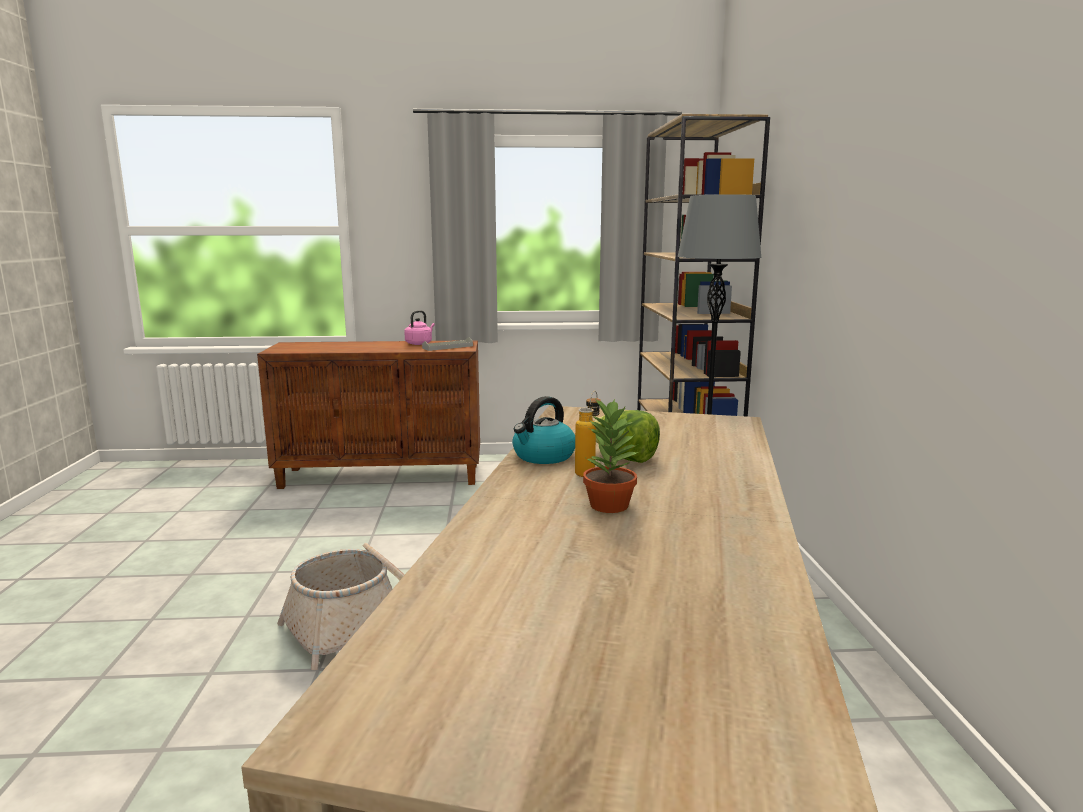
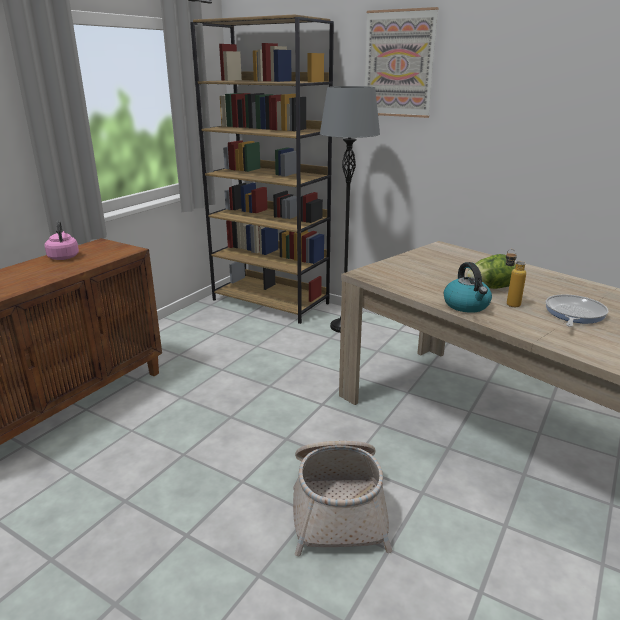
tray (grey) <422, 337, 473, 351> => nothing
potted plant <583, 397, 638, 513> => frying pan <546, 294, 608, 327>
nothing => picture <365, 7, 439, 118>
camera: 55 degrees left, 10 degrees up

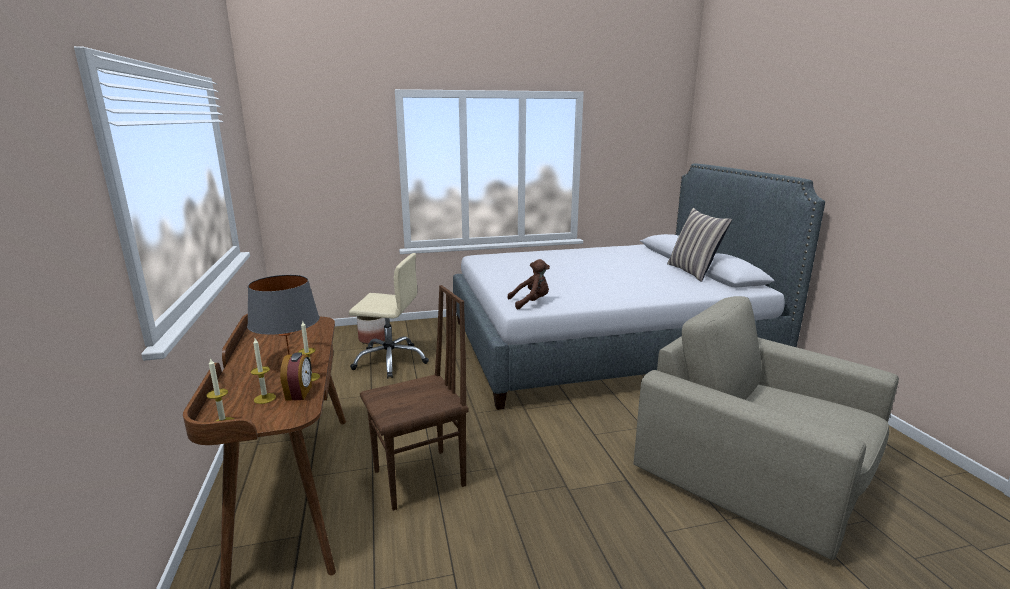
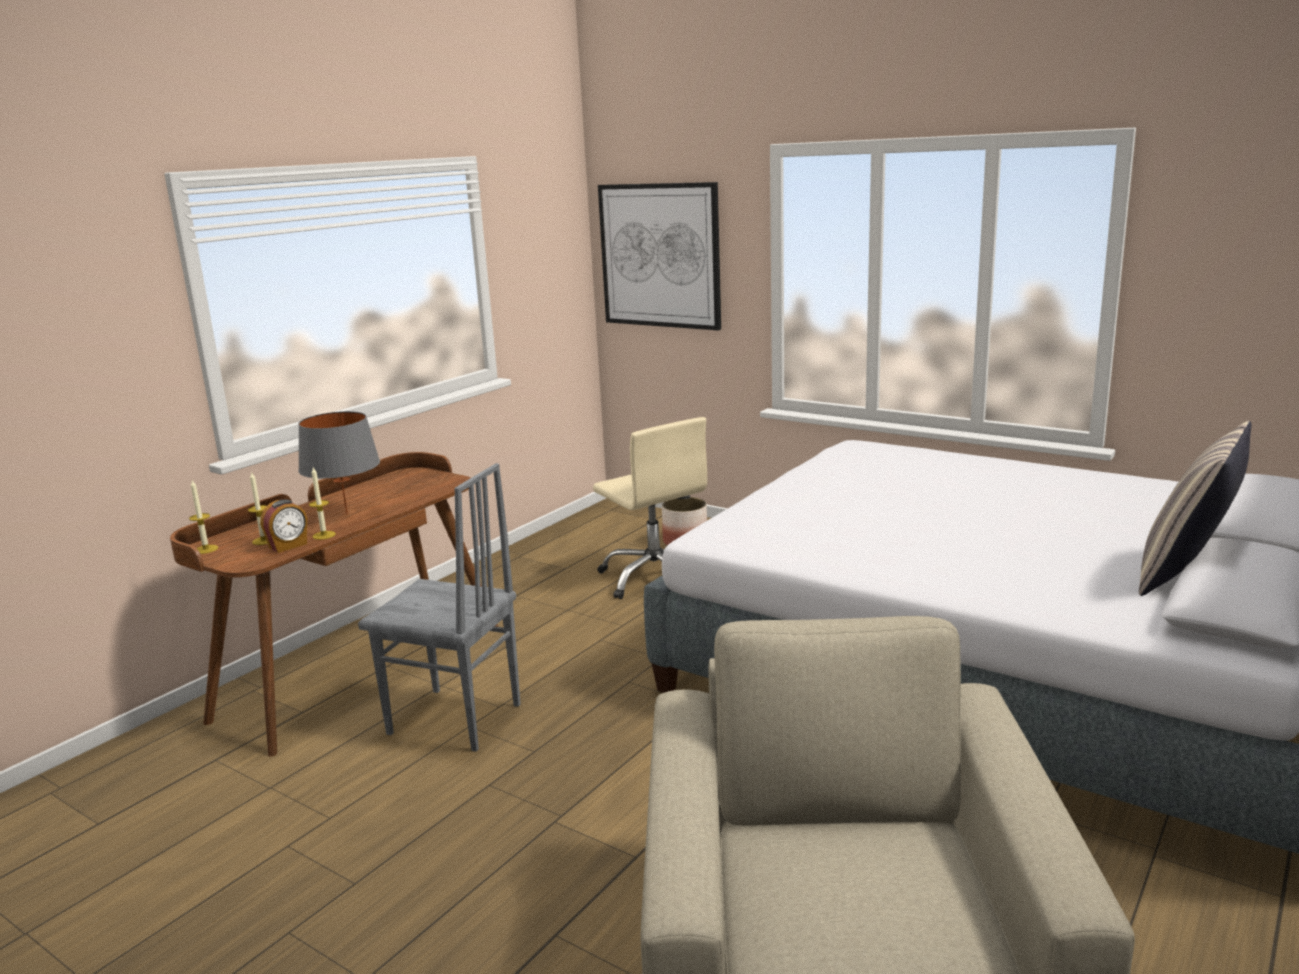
chair (brown) <360, 285, 469, 511> => chair (grey) <358, 463, 521, 752>
plush toy (brown) <507, 259, 550, 310> => nothing
nothing => picture <598, 182, 721, 330>
camera: 50 degrees right, 0 degrees up

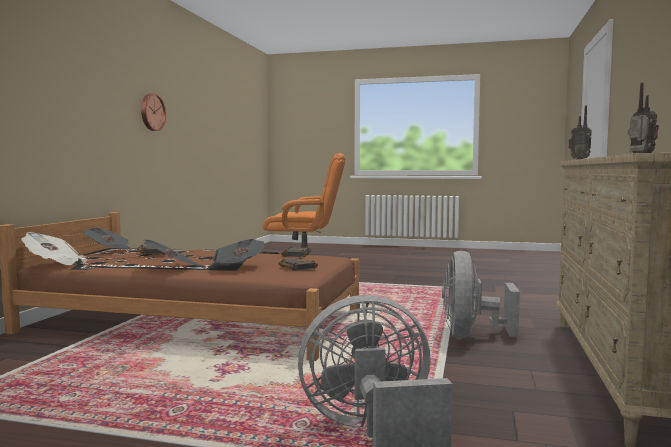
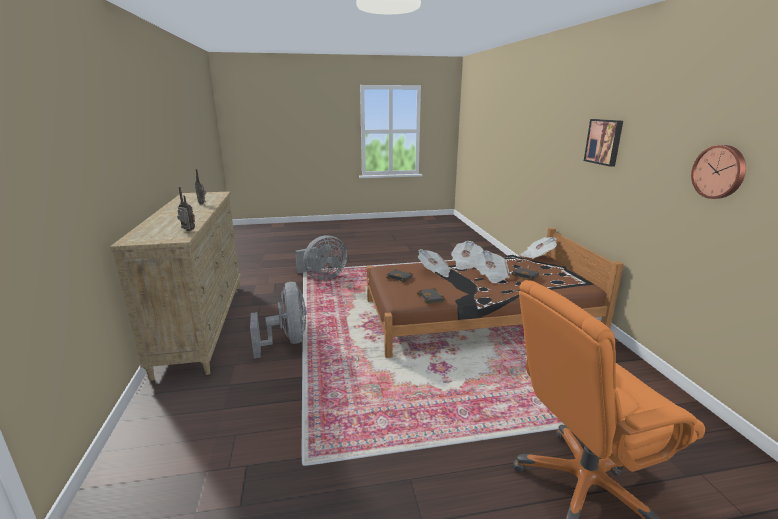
newspaper <82, 228, 131, 249> => newspaper <475, 251, 510, 283>, moved
nothing => picture <584, 119, 623, 167>
camera: 155 degrees right, 15 degrees up

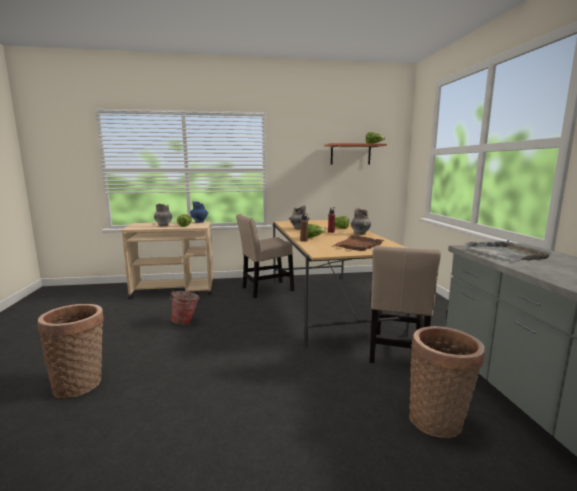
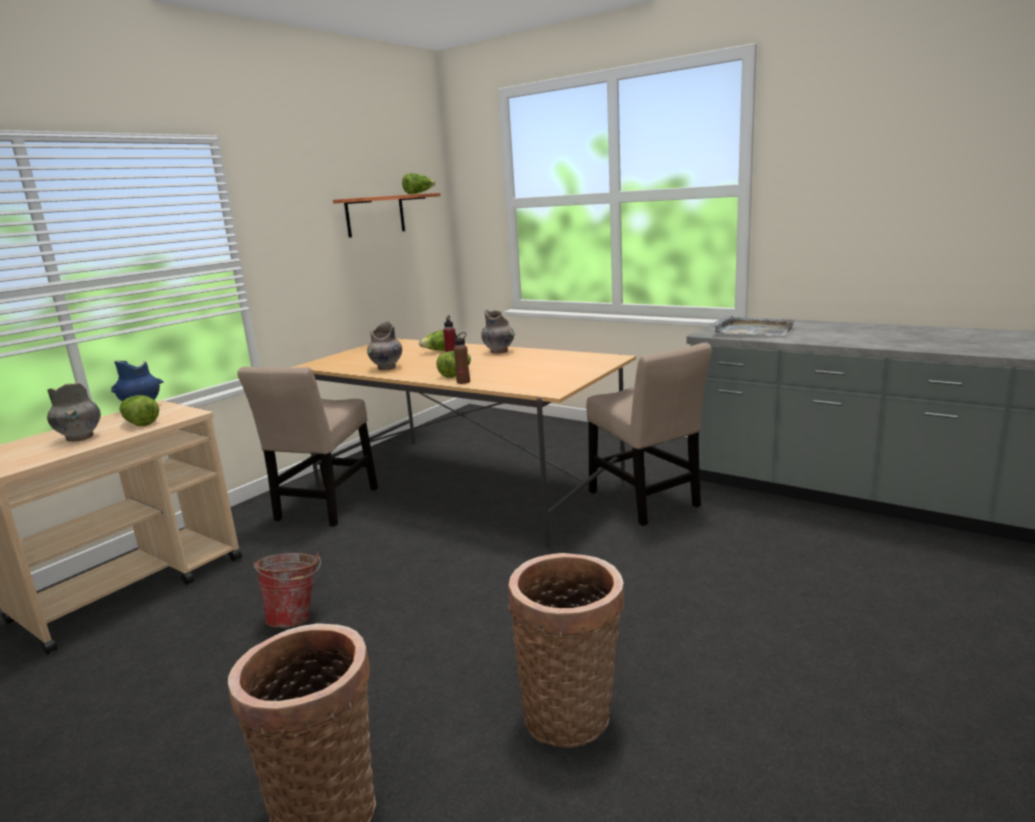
tray (brown) <333, 235, 384, 251> => nothing
basket <409, 326, 485, 438> => basket <508, 553, 624, 748>, moved
camera: 45 degrees left, 5 degrees up

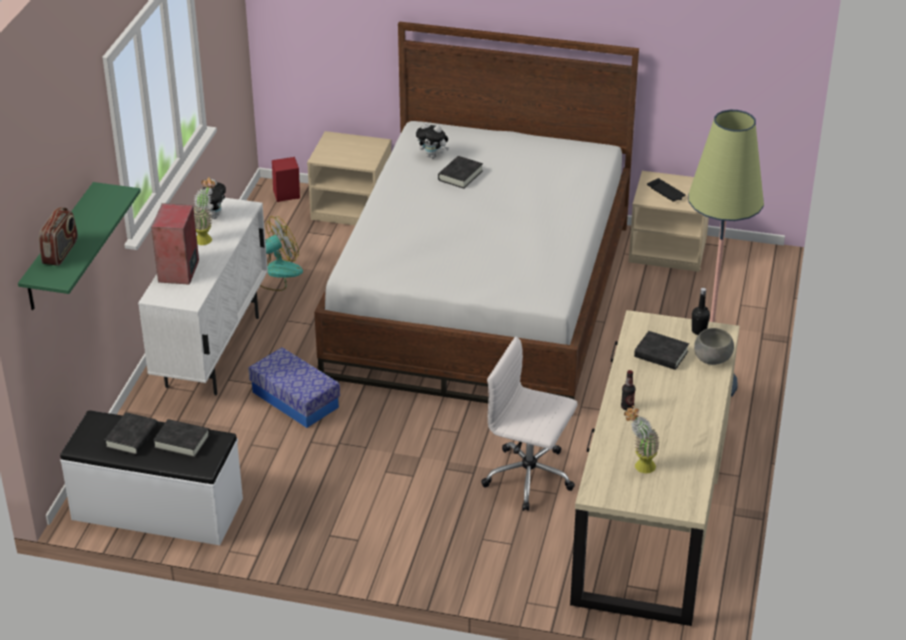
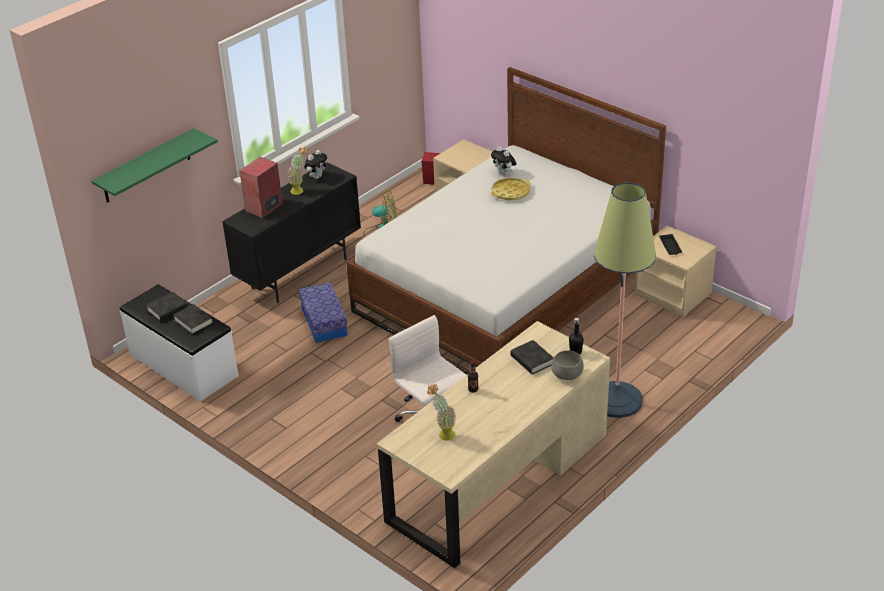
radio <39, 207, 78, 266> => nothing
cabinet (white) <138, 198, 268, 396> => cabinet (black) <222, 162, 361, 303>
book (black) <438, 156, 483, 189> => tray (yellow) <491, 178, 531, 200>
camera: 30 degrees right, 0 degrees up

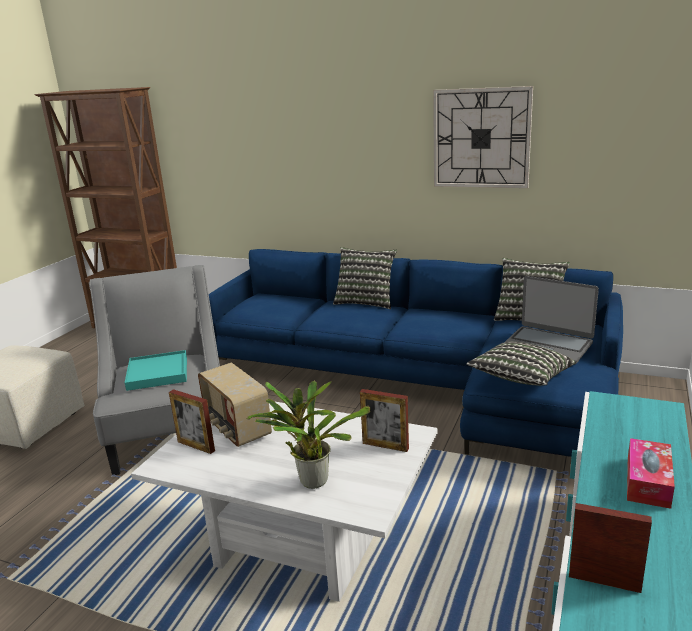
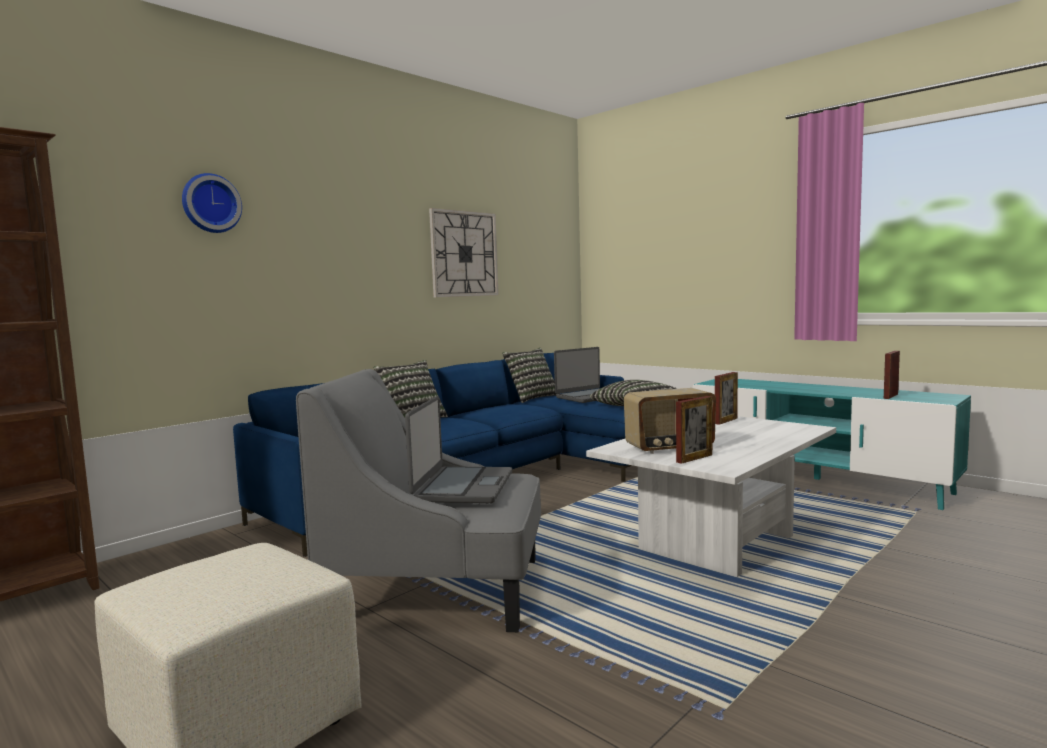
tray (turquoise) <125, 350, 187, 391> => laptop <405, 396, 512, 503>
potted plant <247, 381, 370, 489> => nothing
tissue box <627, 438, 675, 509> => nothing
nothing => wall clock <182, 173, 242, 233>
camera: 70 degrees left, 15 degrees down

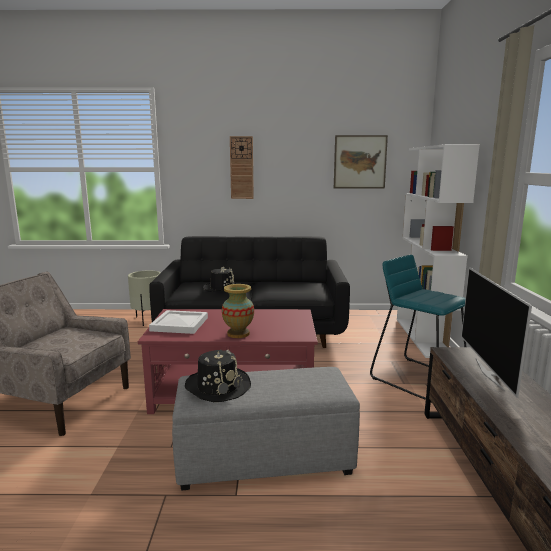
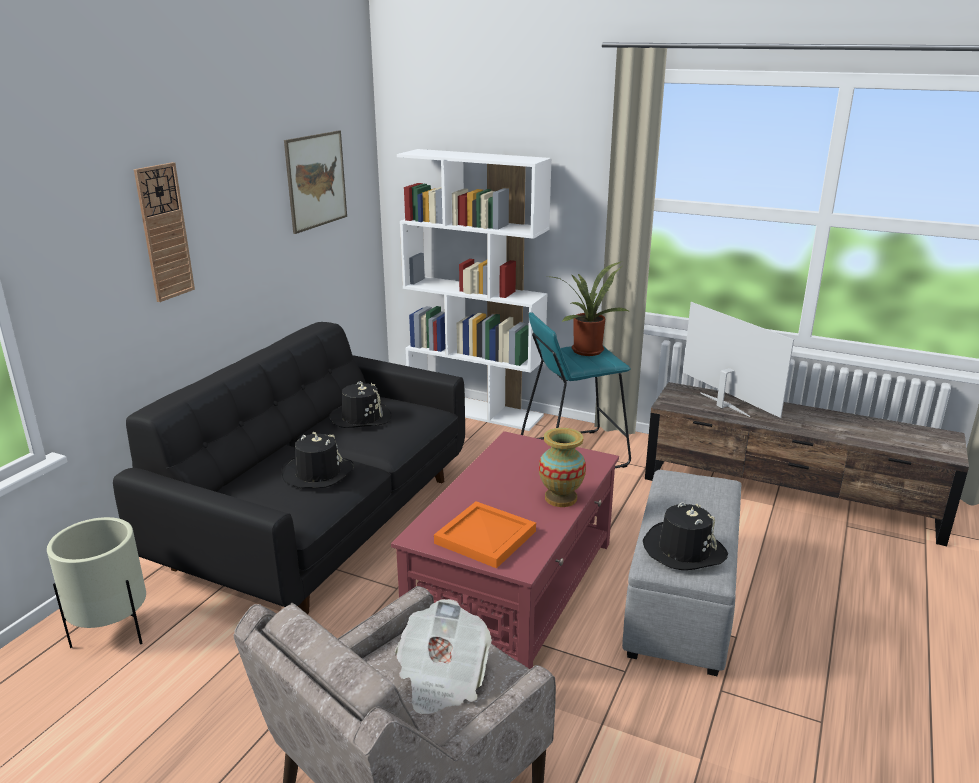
tray (white) <149, 310, 208, 334> => tray (orange) <434, 501, 536, 569>
television <461, 267, 532, 398> => television <683, 302, 794, 418>, 150 degrees counterclockwise
nothing => hat (black) <329, 381, 392, 428>
nothing => newspaper <395, 599, 492, 714>
nothing => potted plant <552, 262, 630, 356>
camera: 65 degrees left, 10 degrees up

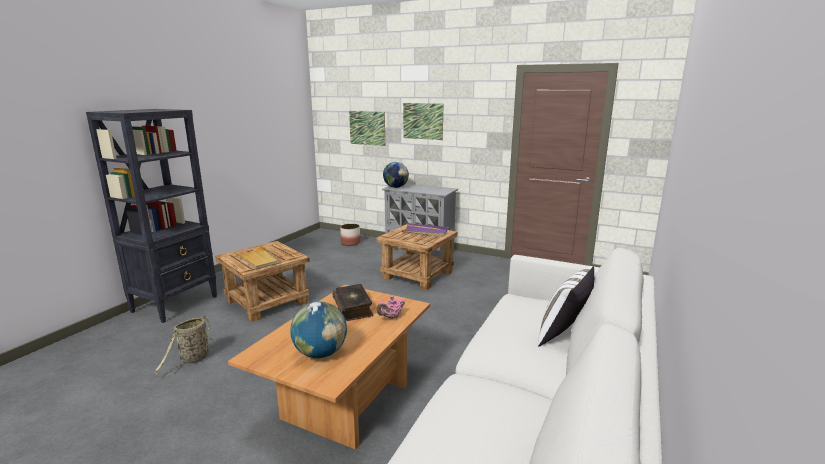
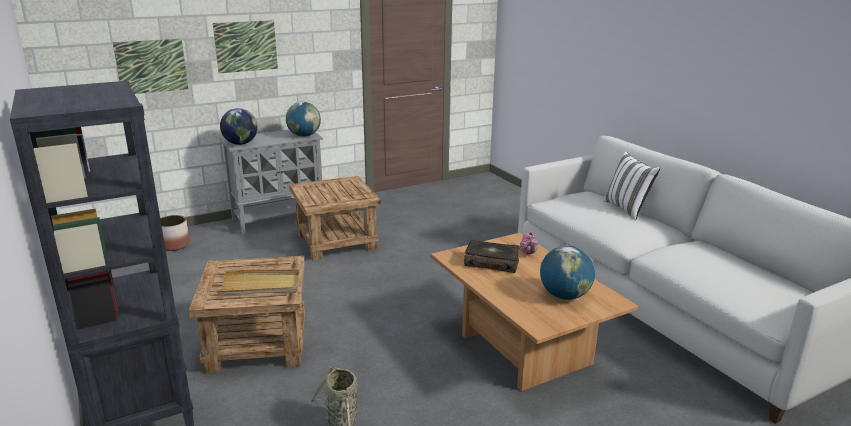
tray (purple) <402, 223, 448, 237> => nothing
nothing => globe <286, 102, 321, 137>
camera: 55 degrees left, 5 degrees up

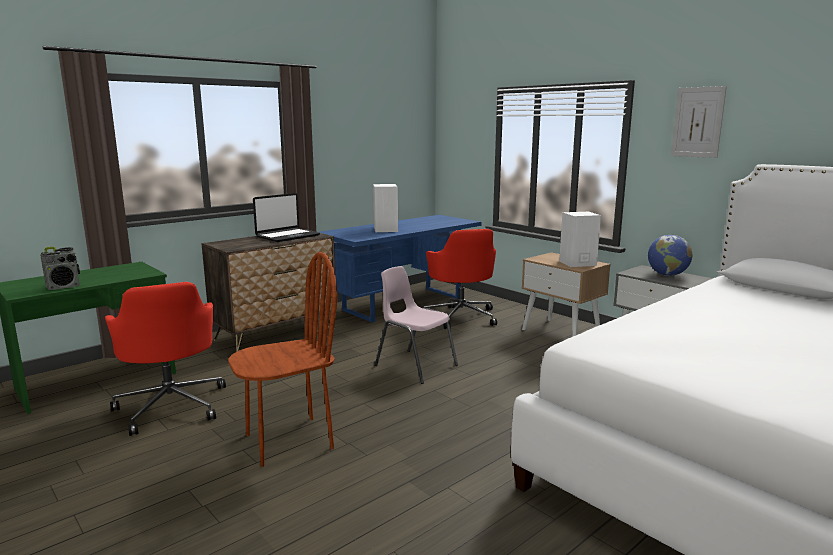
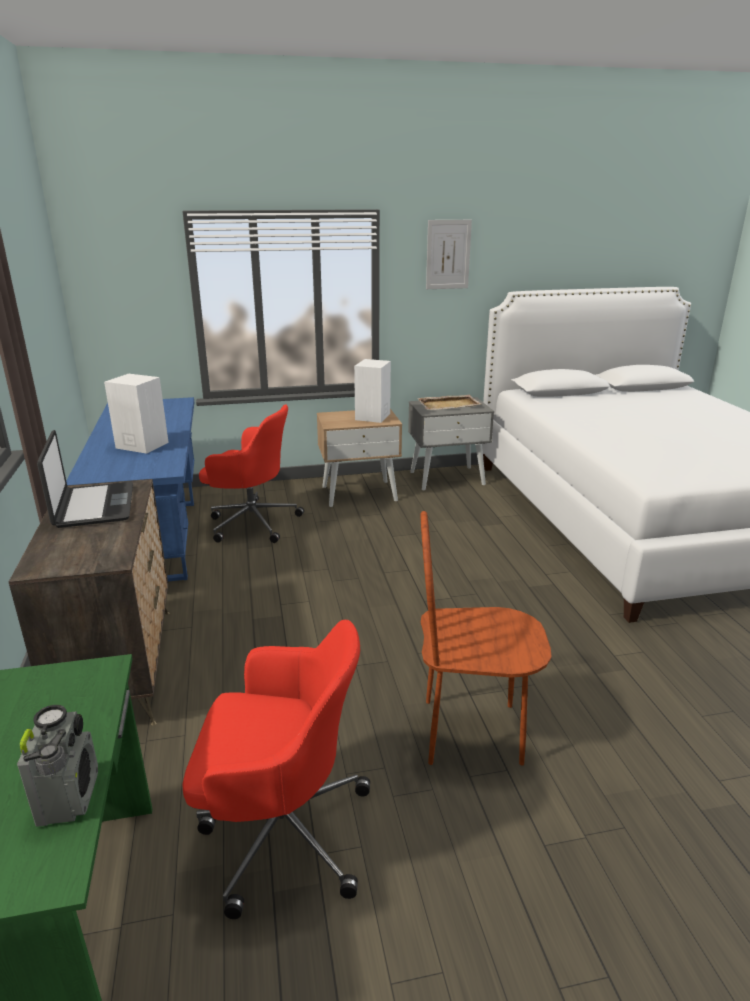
chair (brown) <228, 252, 337, 467> => chair (brown) <420, 511, 552, 765>, 90 degrees counterclockwise
chair (pink) <375, 266, 458, 384> => nothing
globe <648, 235, 692, 276> => tray (beige) <417, 395, 481, 410>
camera: 60 degrees left, 10 degrees up

